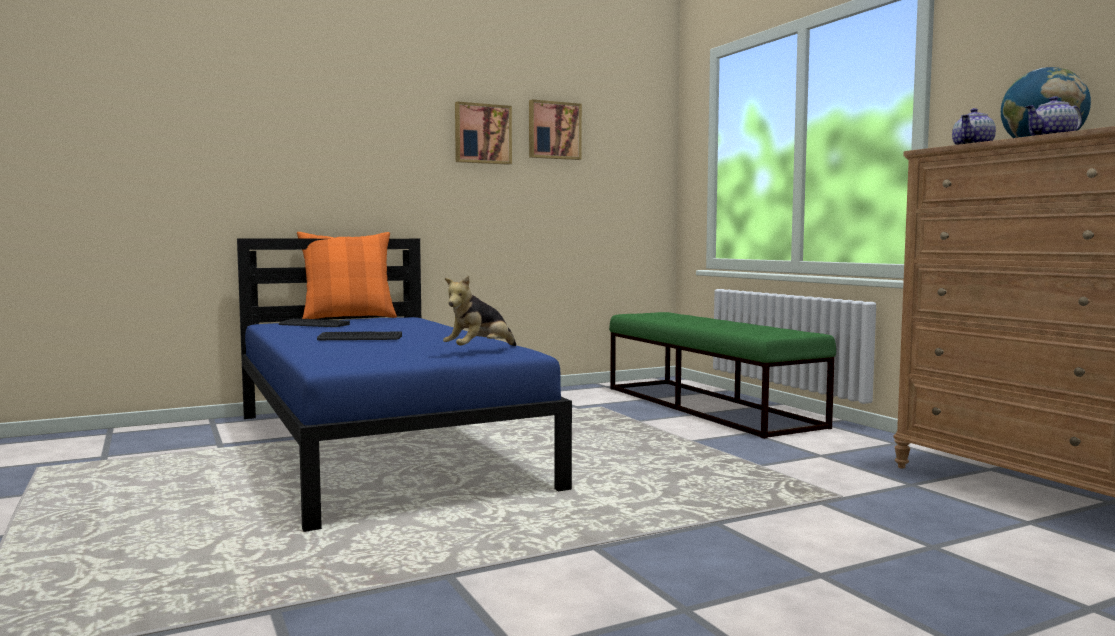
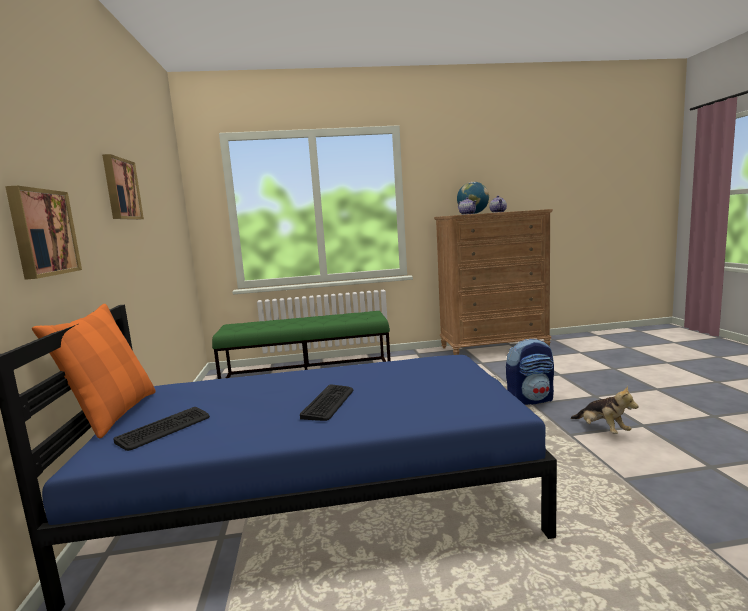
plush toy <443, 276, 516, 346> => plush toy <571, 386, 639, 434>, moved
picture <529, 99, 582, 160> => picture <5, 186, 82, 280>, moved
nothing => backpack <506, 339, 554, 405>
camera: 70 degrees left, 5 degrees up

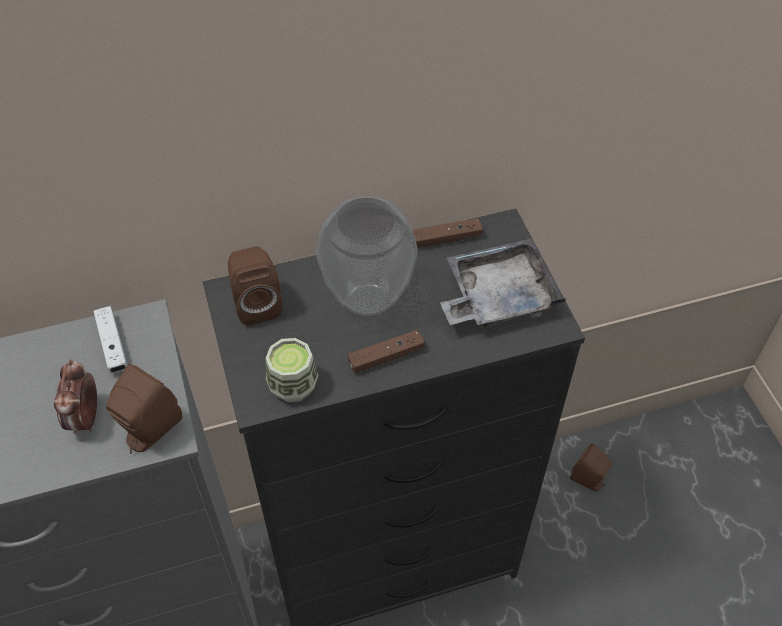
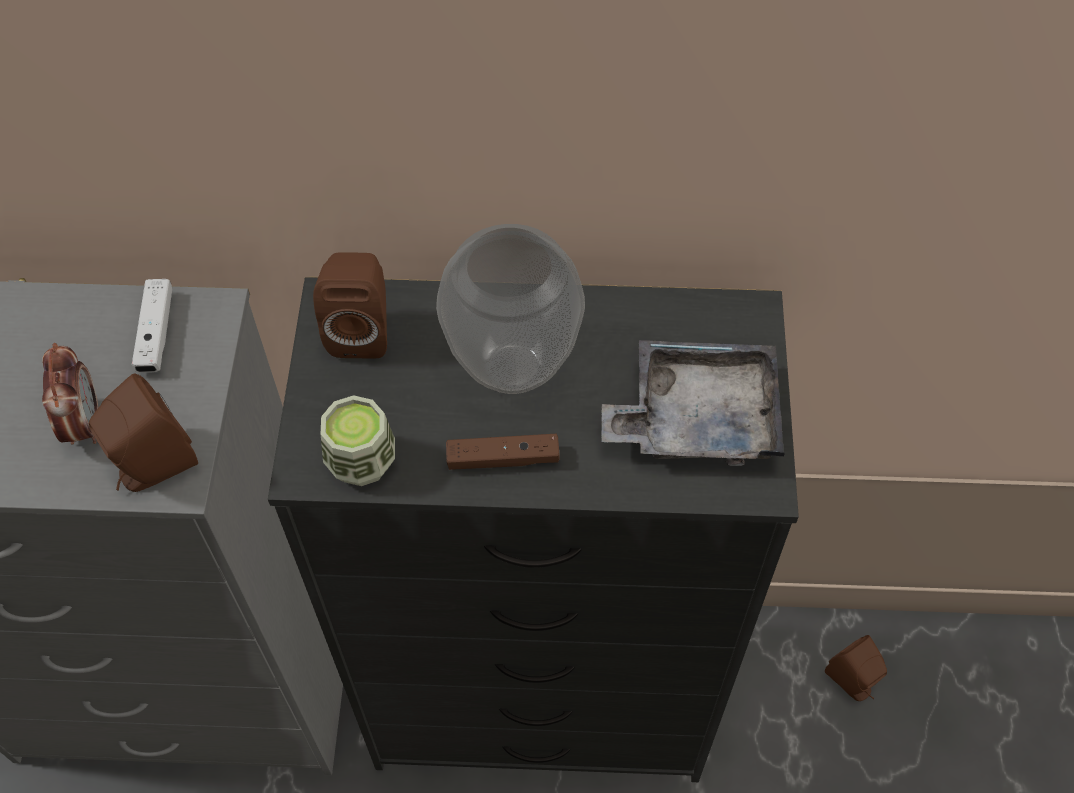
alarm clock <54, 359, 97, 434> => alarm clock <42, 343, 98, 445>, 150 degrees clockwise
game controller (brown) <413, 218, 483, 248> => nothing
camera: 20 degrees right, 5 degrees up

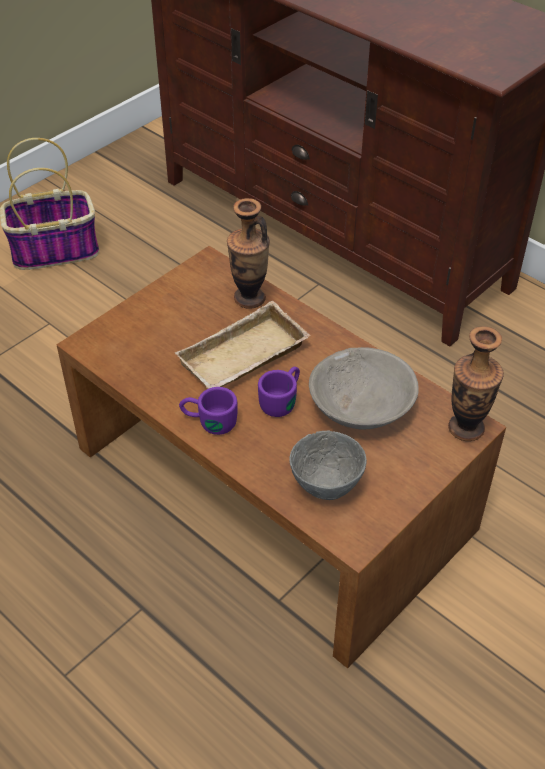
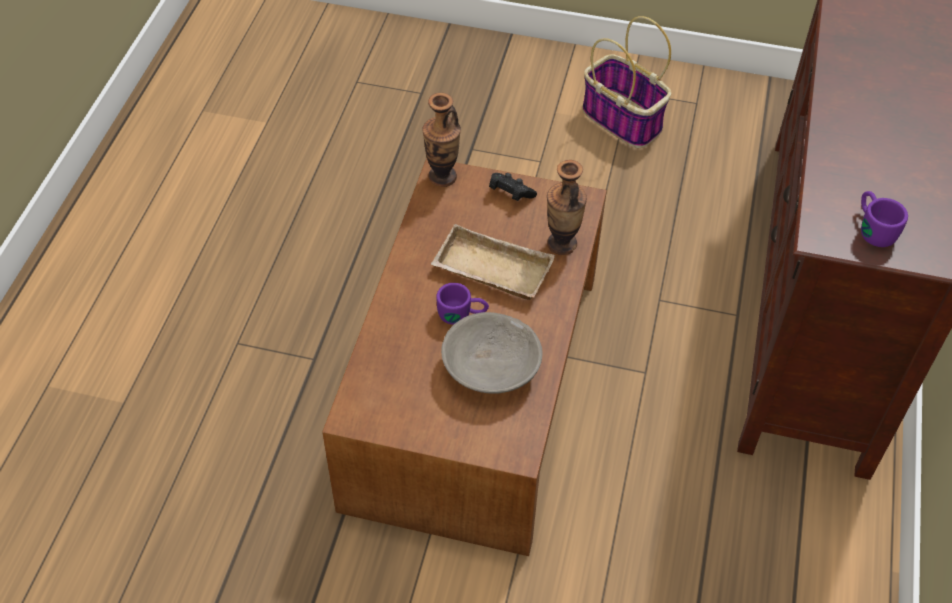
mug (purple) <179, 387, 238, 435> => mug (purple) <861, 191, 908, 247>, moved
bowl (grey) <289, 431, 367, 500> => nothing
vase <448, 326, 504, 441> => vase <422, 93, 461, 187>, moved
nothing => game controller (black) <489, 173, 537, 201>
camera: 60 degrees right, 5 degrees up

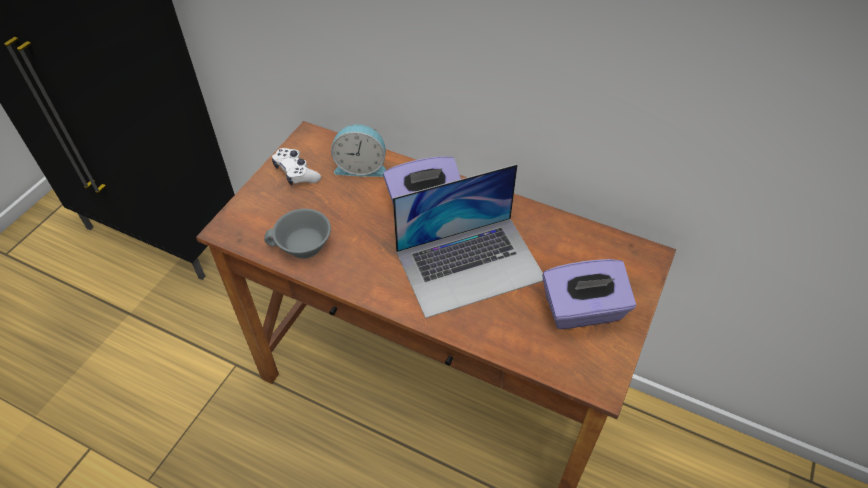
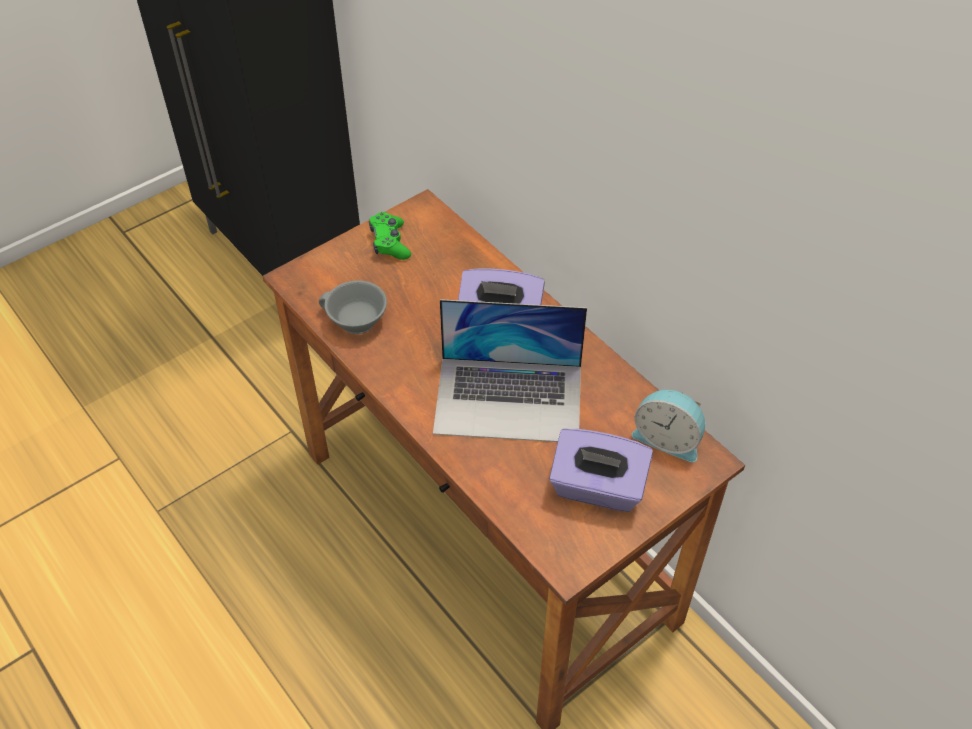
game controller (white) <272, 148, 321, 185> => game controller (green) <369, 212, 411, 260>
alarm clock <331, 124, 386, 177> => alarm clock <632, 390, 705, 462>, moved
camera: 25 degrees right, 0 degrees up

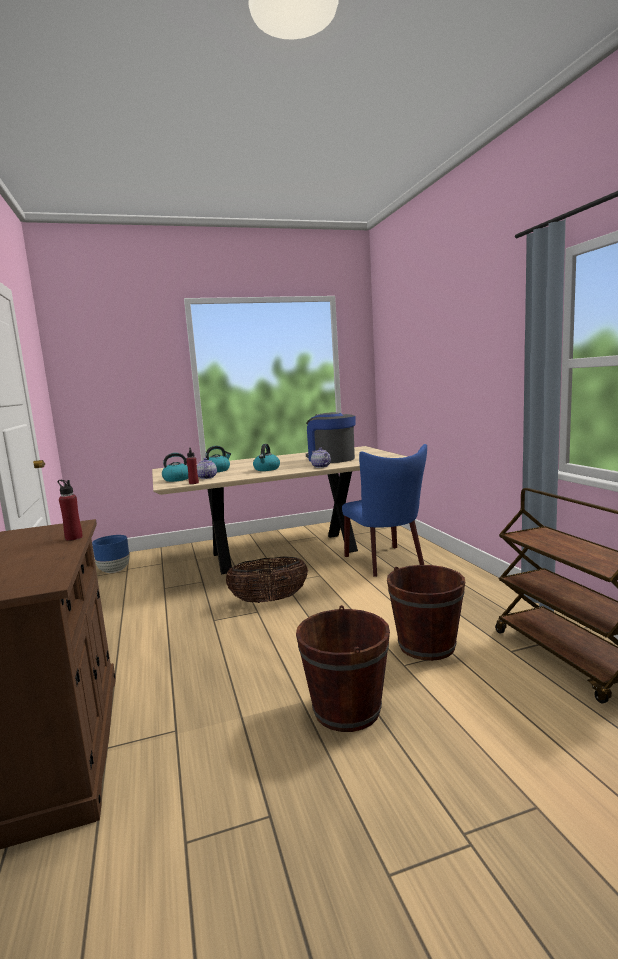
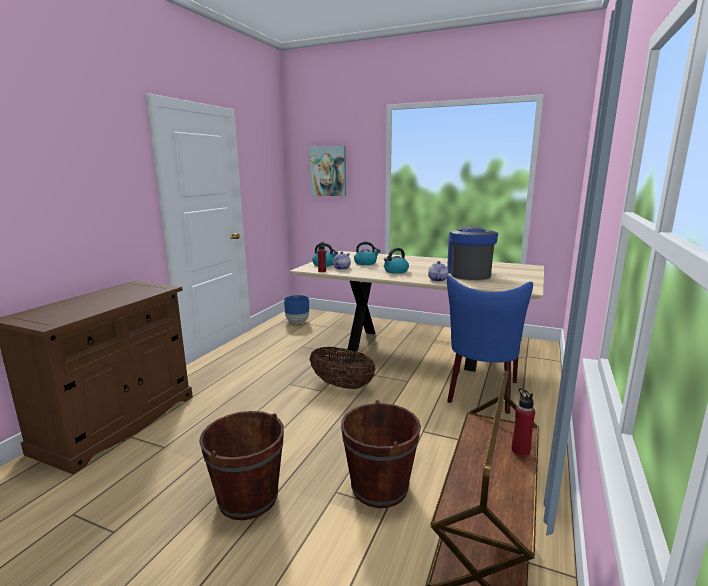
bottle (red) <58, 480, 83, 541> => bottle (red) <512, 388, 535, 456>, moved
nothing => picture <309, 146, 346, 196>
camera: 40 degrees right, 5 degrees up

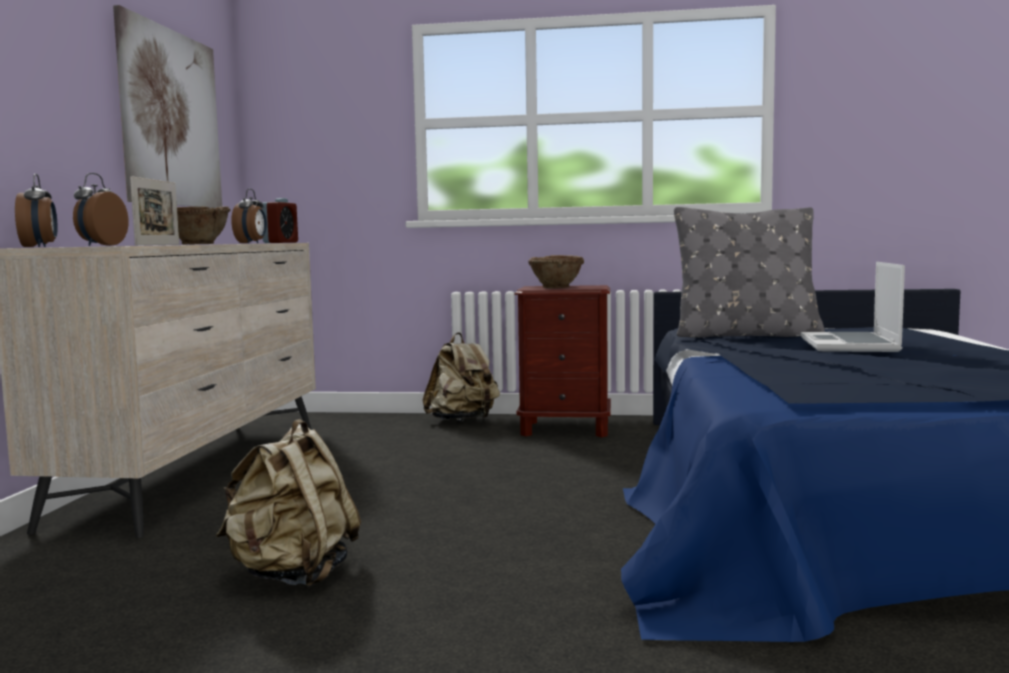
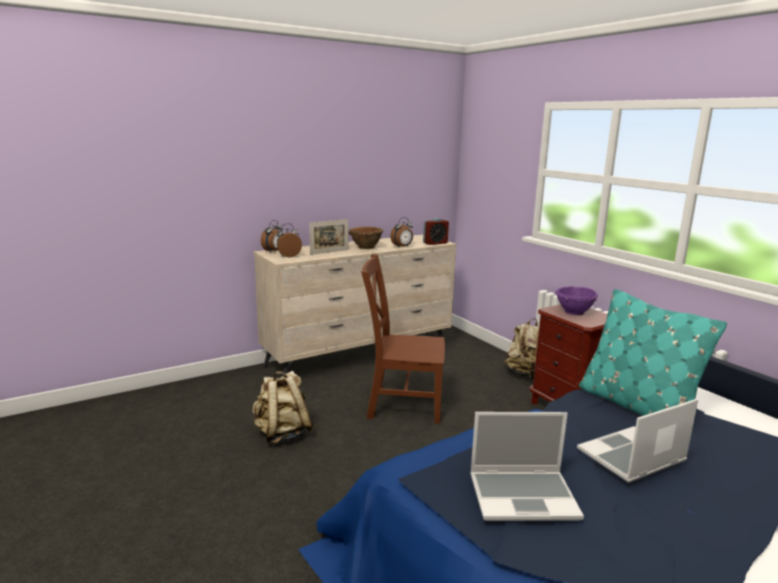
picture <113, 5, 222, 208> => nothing
bowl (brown) <529, 255, 584, 288> => bowl (purple) <555, 286, 598, 315>
pillow (grey) <674, 207, 825, 338> => pillow (turquoise) <579, 289, 727, 416>
nothing => chair (brown) <361, 254, 445, 424>
nothing => laptop <470, 412, 584, 521>
camera: 50 degrees right, 10 degrees up

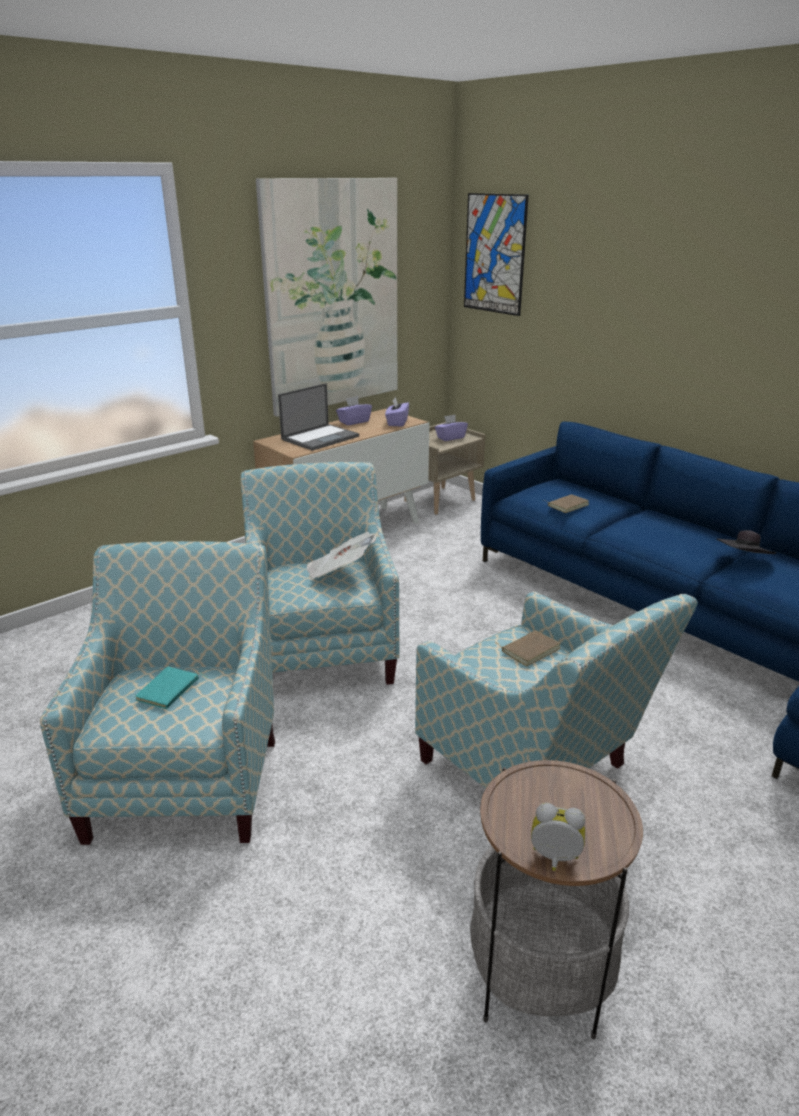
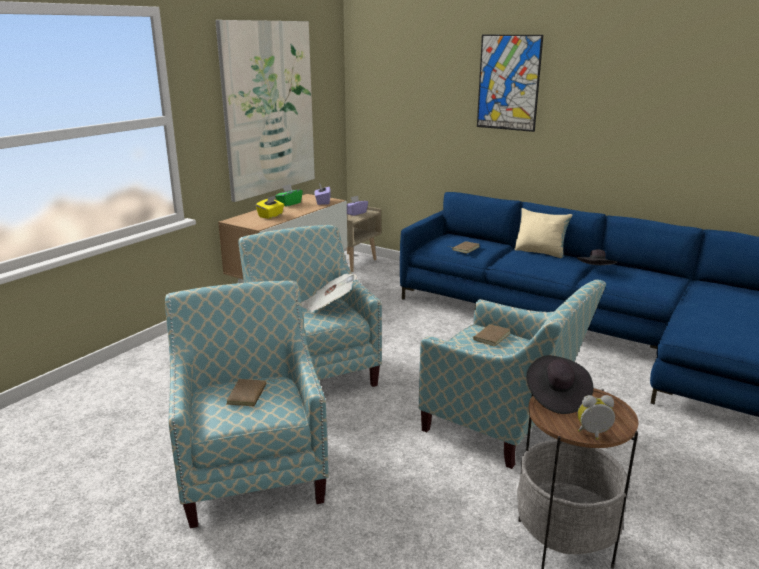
book (turquoise) <135, 667, 207, 709> => book (brown) <227, 379, 274, 406>
laptop <278, 383, 359, 451> => tissue box (yellow) <256, 195, 284, 219>
tissue box (purple) <336, 396, 372, 425> => tissue box (green) <275, 184, 303, 206>
picture <464, 193, 529, 316> => picture <477, 35, 543, 132>, moved
nothing => pillow (beige) <515, 208, 572, 258>
nothing => hat (black) <526, 355, 593, 414>
camera: 15 degrees left, 5 degrees down

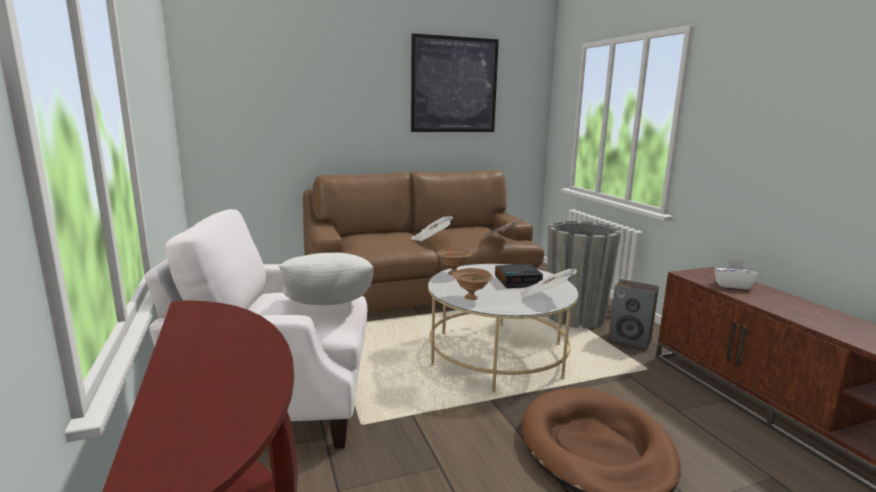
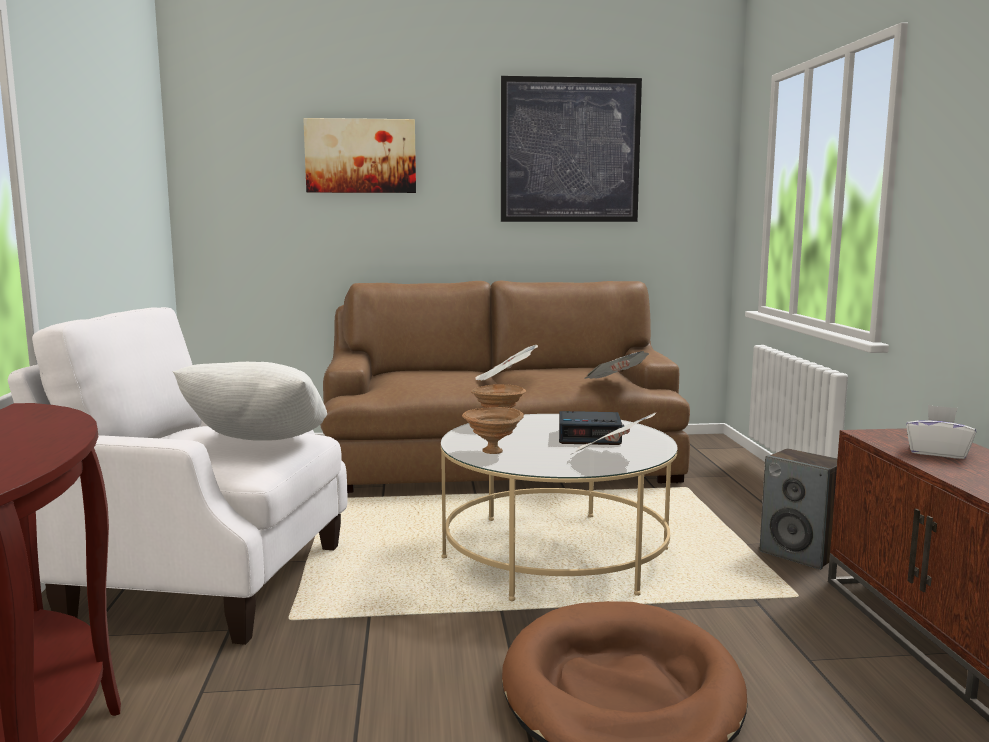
planter (grey) <547, 220, 621, 329> => nothing
nothing => picture <303, 118, 416, 193>
camera: 15 degrees right, 5 degrees down

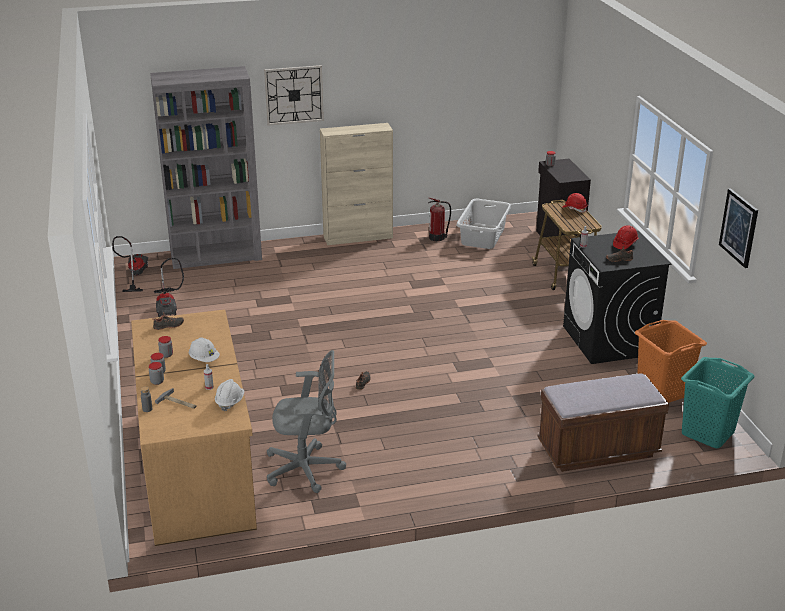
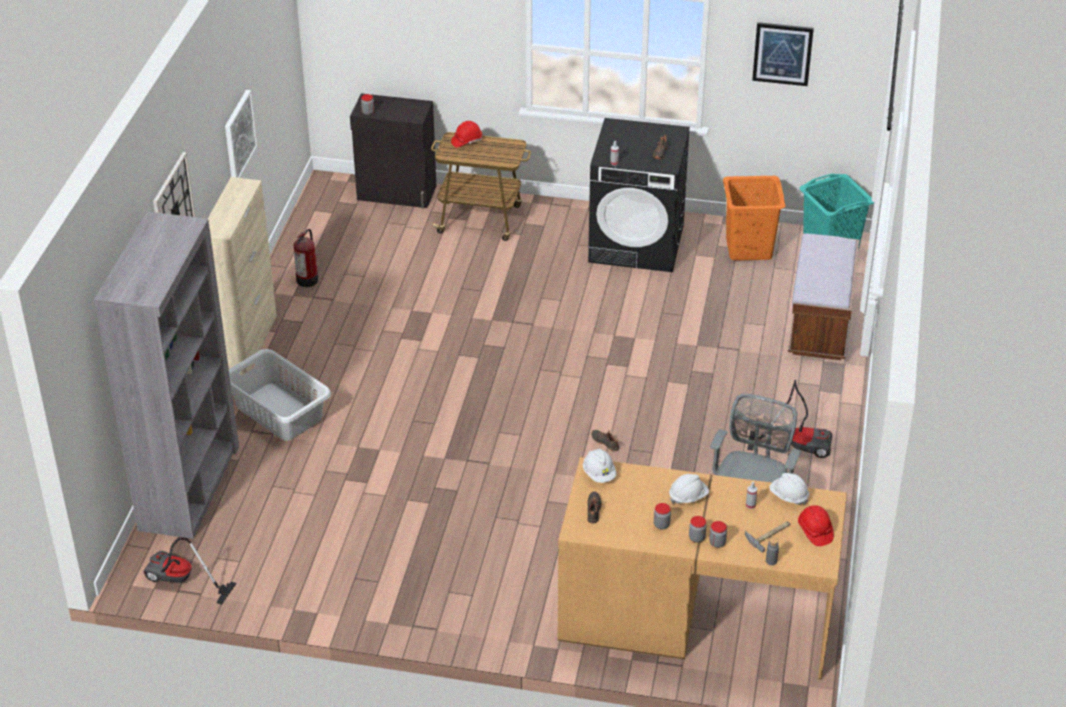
vacuum cleaner <154, 258, 184, 317> => vacuum cleaner <747, 380, 832, 458>, moved
laundry basket (grey) <456, 199, 511, 249> => laundry basket (grey) <229, 349, 331, 441>, moved
hard hat (red) <613, 225, 639, 249> => hard hat (red) <798, 505, 834, 546>, moved
nothing => picture <225, 90, 257, 178>
nothing => hard hat (white) <583, 449, 617, 483>
camera: 65 degrees left, 10 degrees up

